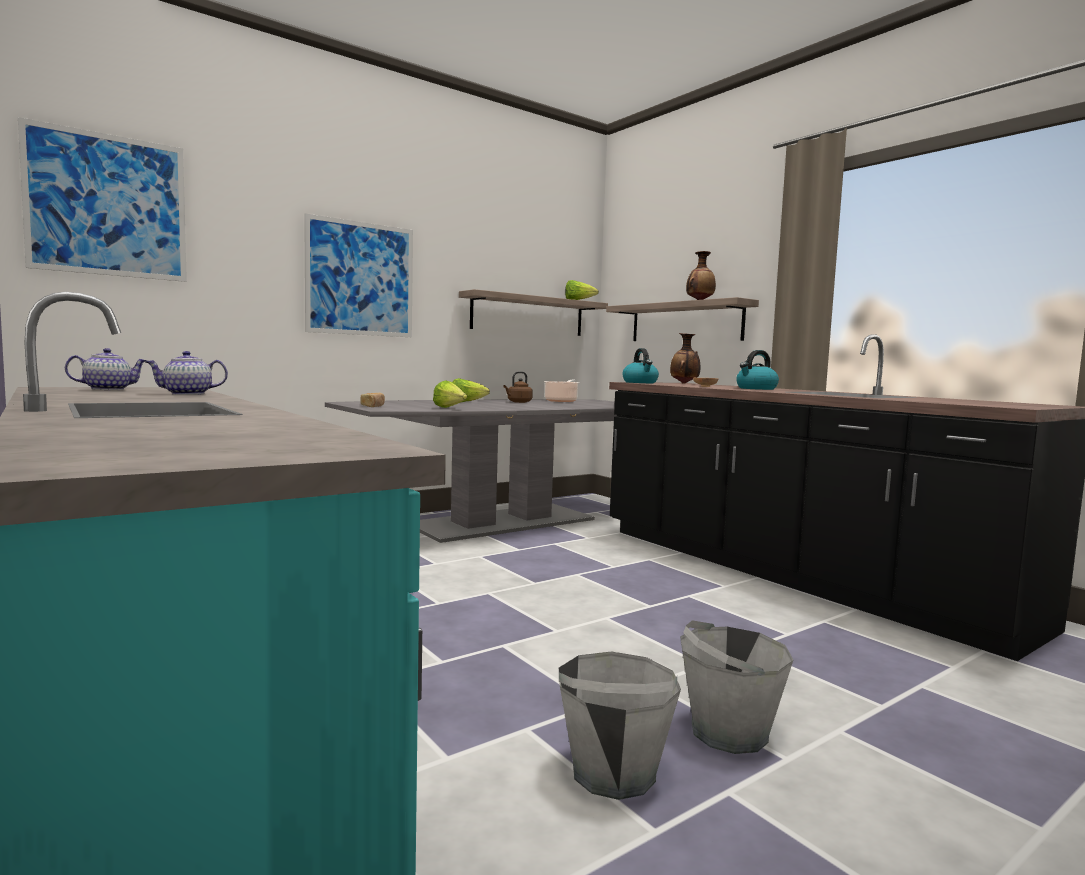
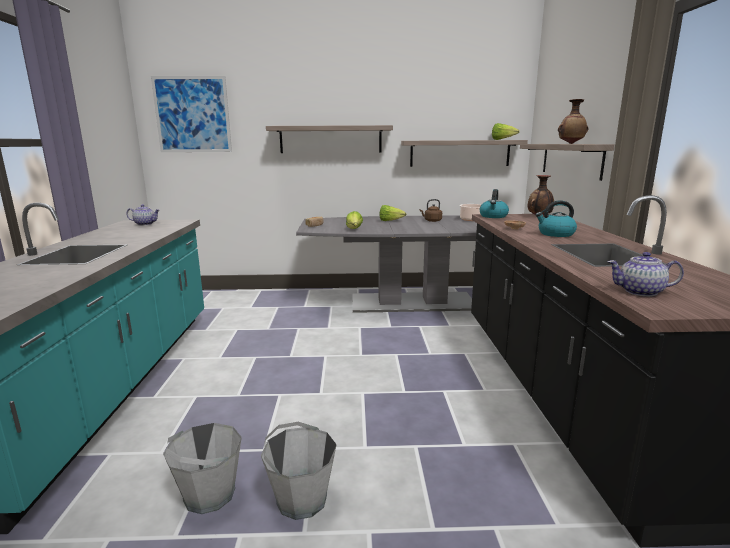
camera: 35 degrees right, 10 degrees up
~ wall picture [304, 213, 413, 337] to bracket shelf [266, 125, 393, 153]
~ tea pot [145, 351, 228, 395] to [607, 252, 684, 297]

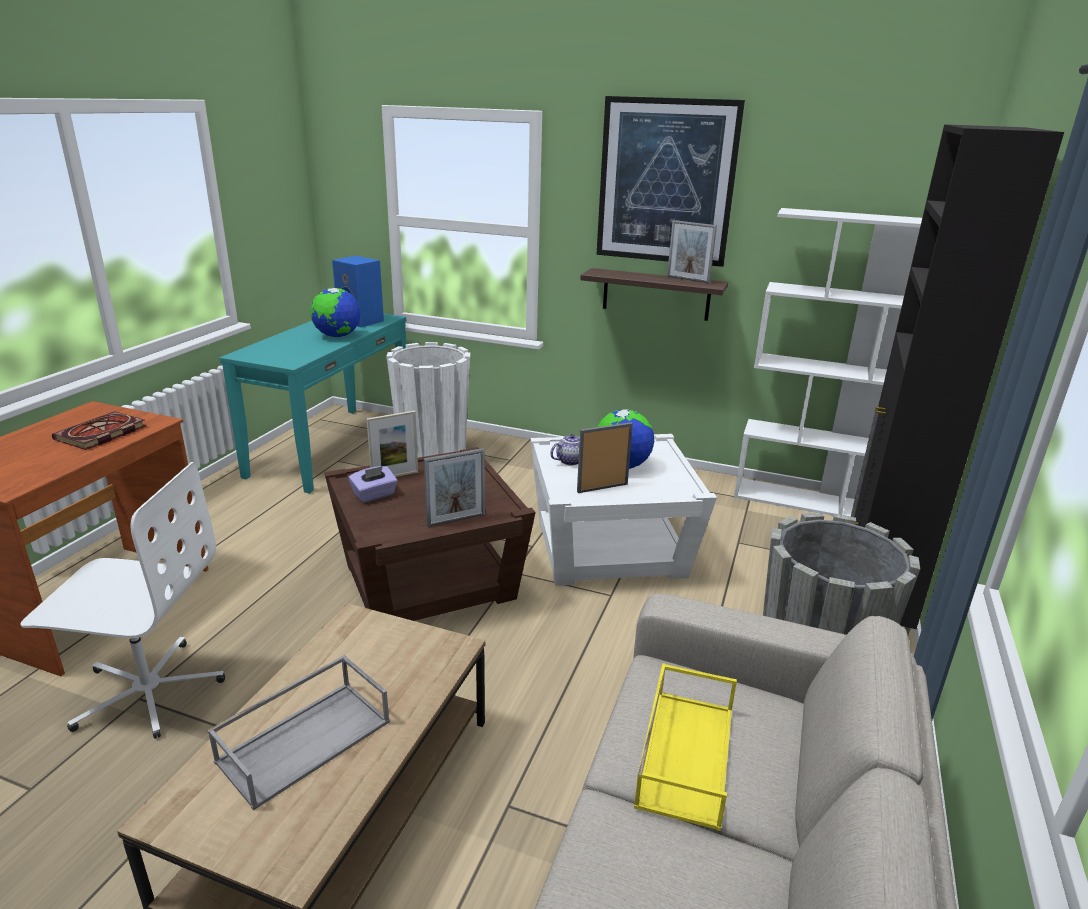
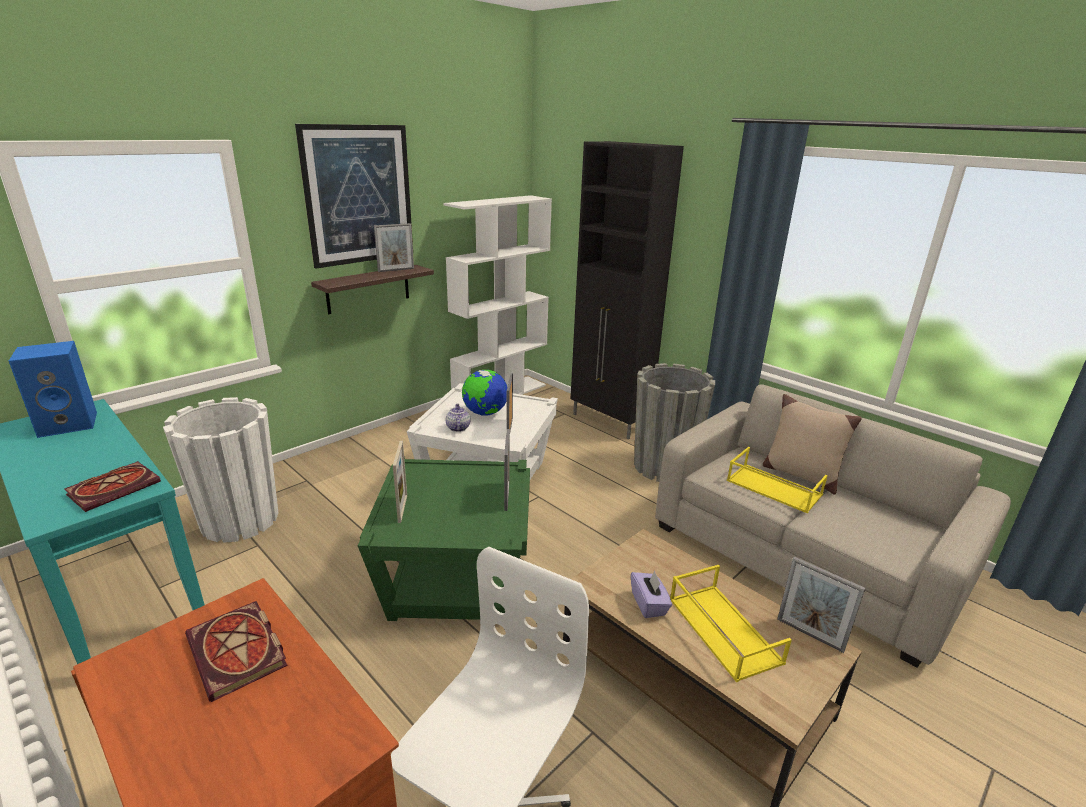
camera: 65 degrees left, 0 degrees up
+ bound book [64, 461, 161, 512]
~ side table in brownish [324, 447, 536, 621] to side table in green [358, 457, 530, 621]
~ tissue holder in purple-coloured [349, 466, 397, 503] to [631, 570, 672, 618]
~ tray in greyish [207, 655, 390, 810] to tray in yellow [670, 565, 792, 682]
+ pillow in beige-coloured [763, 394, 862, 495]
+ photo frame [777, 557, 865, 653]
- world globe [310, 288, 361, 337]

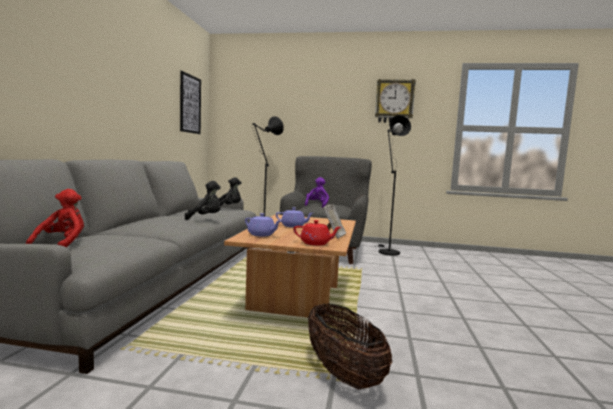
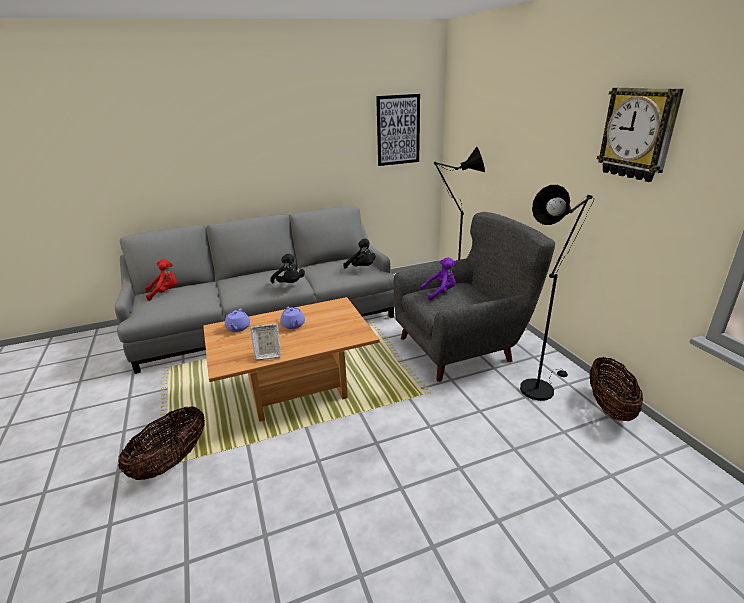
camera: 60 degrees right, 20 degrees up
+ storage basket [590, 357, 643, 421]
- tea pot in red [294, 220, 341, 245]

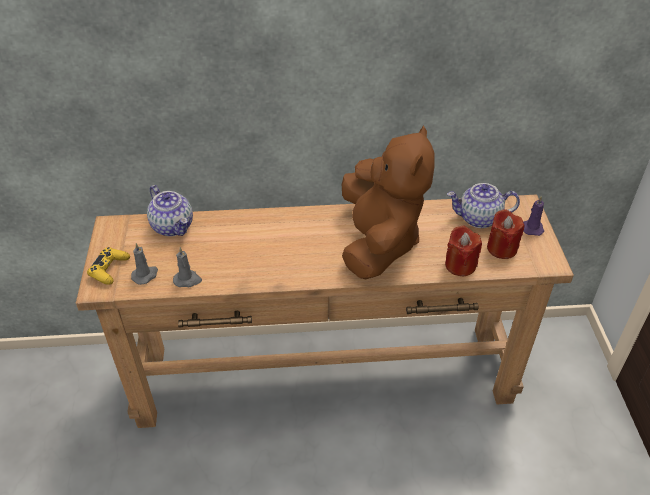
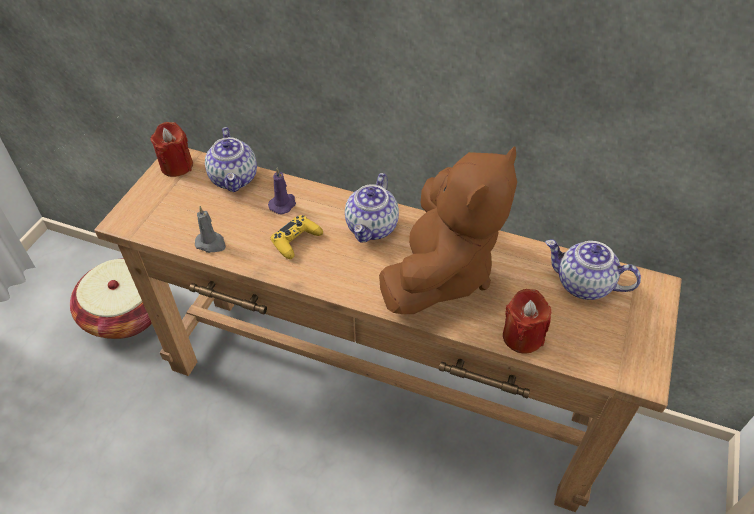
camera: 25 degrees right, 5 degrees up
+ storage basket [70, 258, 152, 339]
~ wax light in red [487, 209, 524, 259] to [150, 122, 193, 177]
~ wax light in purple-coloured [523, 196, 544, 236] to [268, 168, 296, 214]
~ gamepad in yellow [87, 247, 130, 285] to [271, 215, 323, 259]
+ tea pot [345, 173, 399, 243]
- wax light in greyish [131, 243, 158, 285]

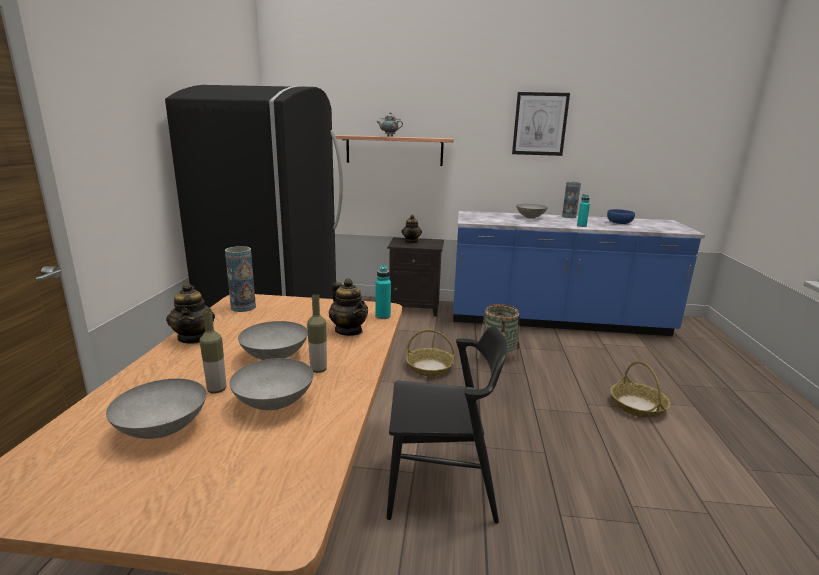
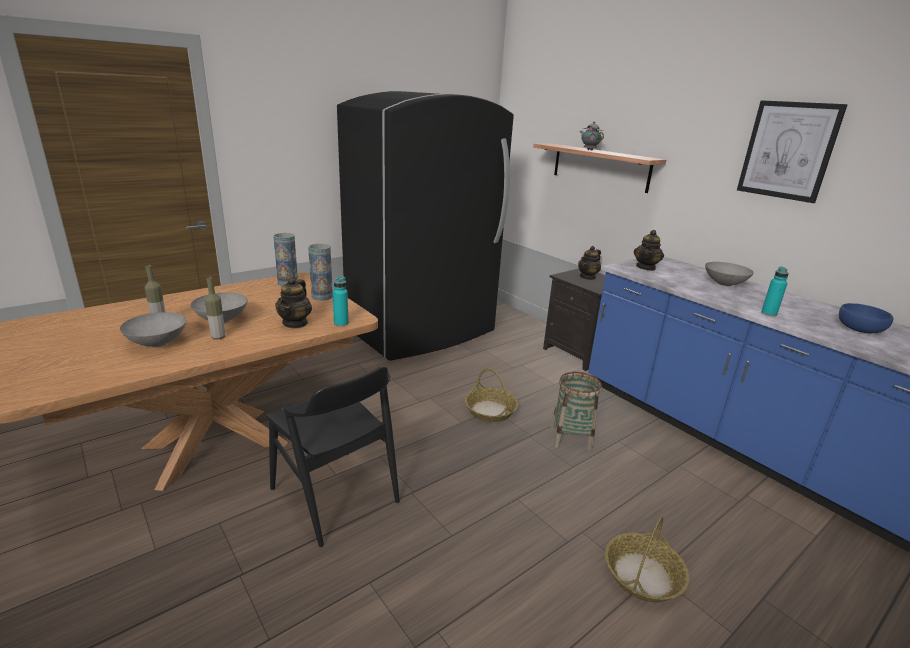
camera: 45 degrees right, 5 degrees up
~ vase [562, 182, 581, 218] to [308, 244, 333, 301]
~ tea pot [166, 283, 215, 344] to [634, 230, 664, 271]
- serving bowl in greyish [106, 379, 206, 439]

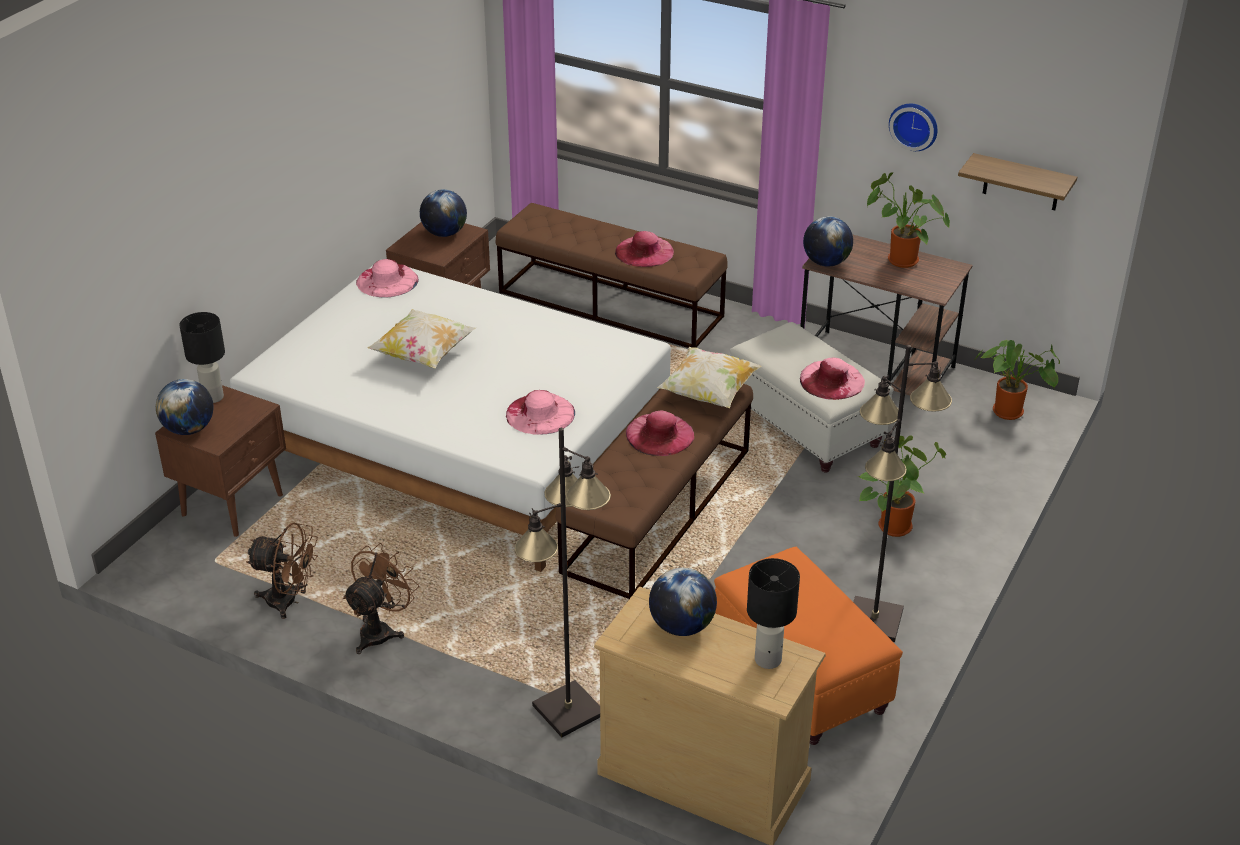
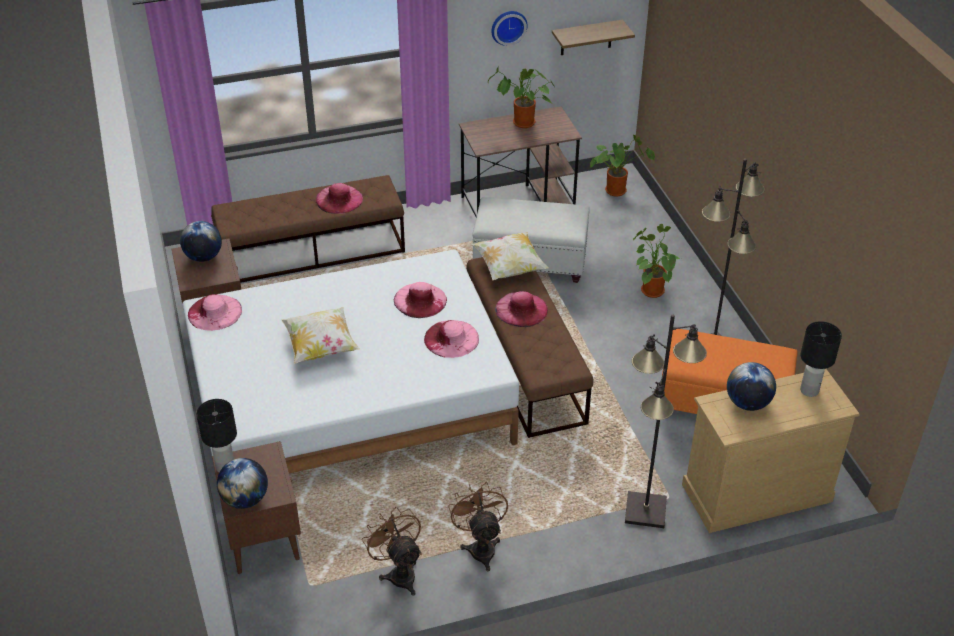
camera: 45 degrees left, 5 degrees up
~ electric fan in brownish [246, 523, 318, 619] = [362, 507, 422, 596] 90 degrees counterclockwise
~ wearable hat in pink [800, 358, 865, 400] to [394, 282, 447, 318]
- world globe [803, 216, 853, 267]

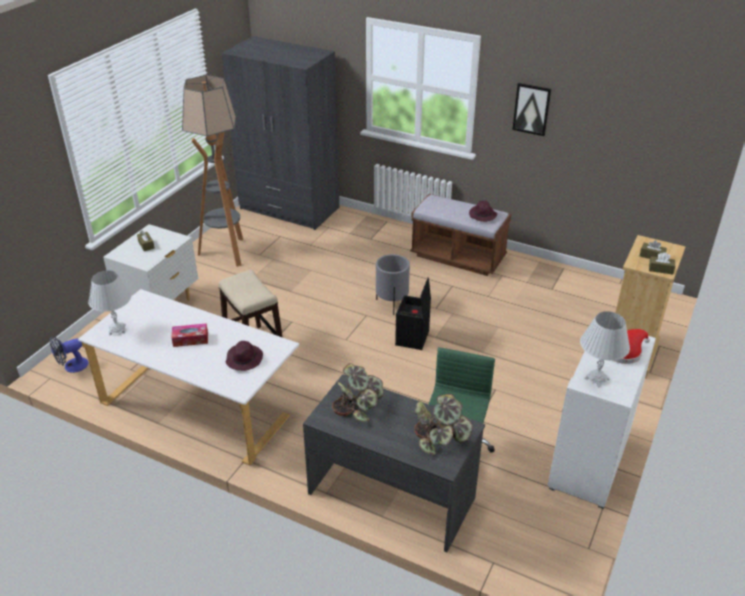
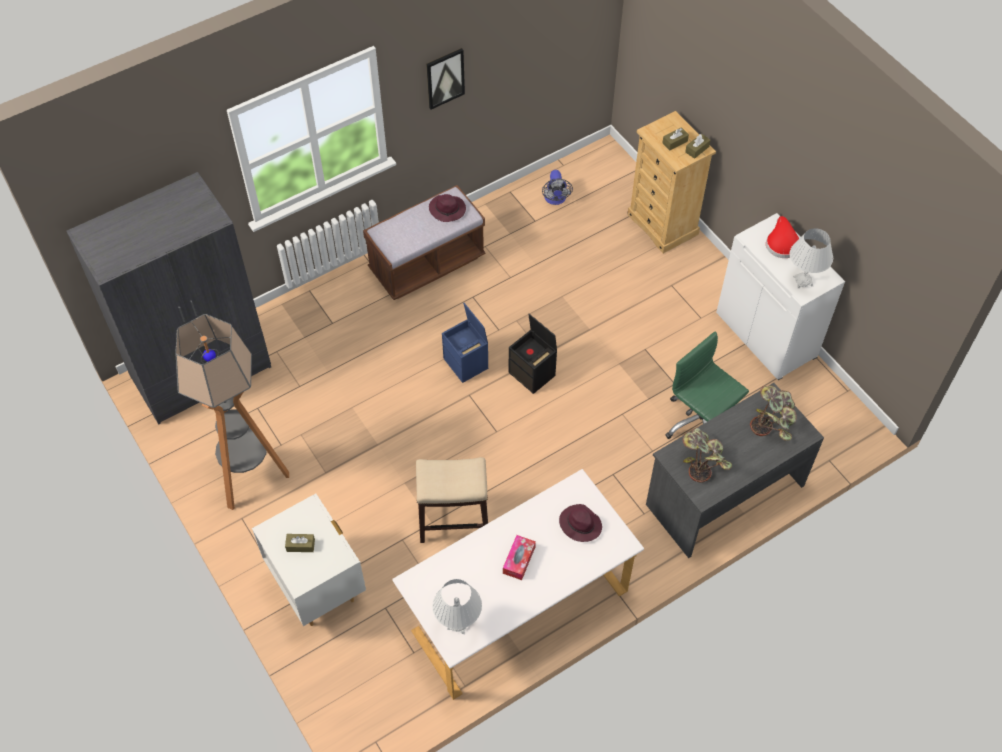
camera: 60 degrees left, 20 degrees up
~ plant pot in greyish [376, 254, 410, 315] to storage container in blue [442, 303, 488, 383]
~ electric fan [50, 336, 89, 373] to [542, 170, 573, 205]

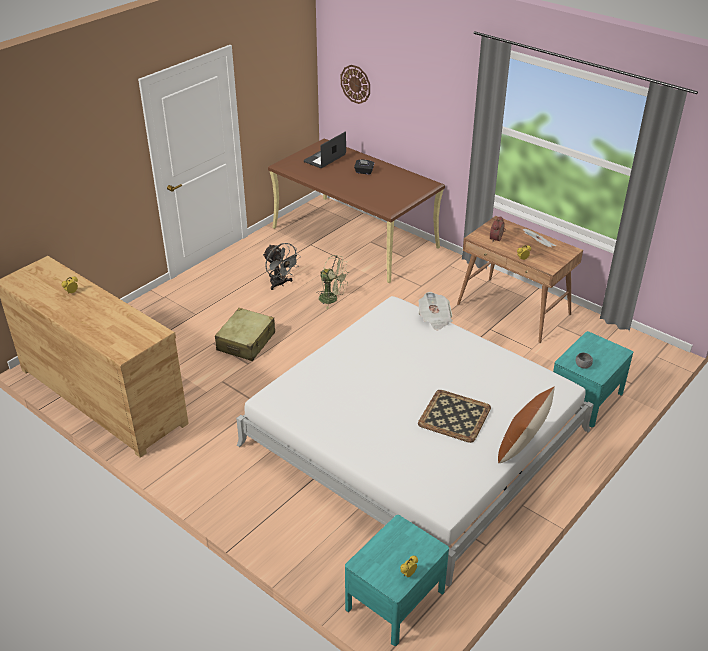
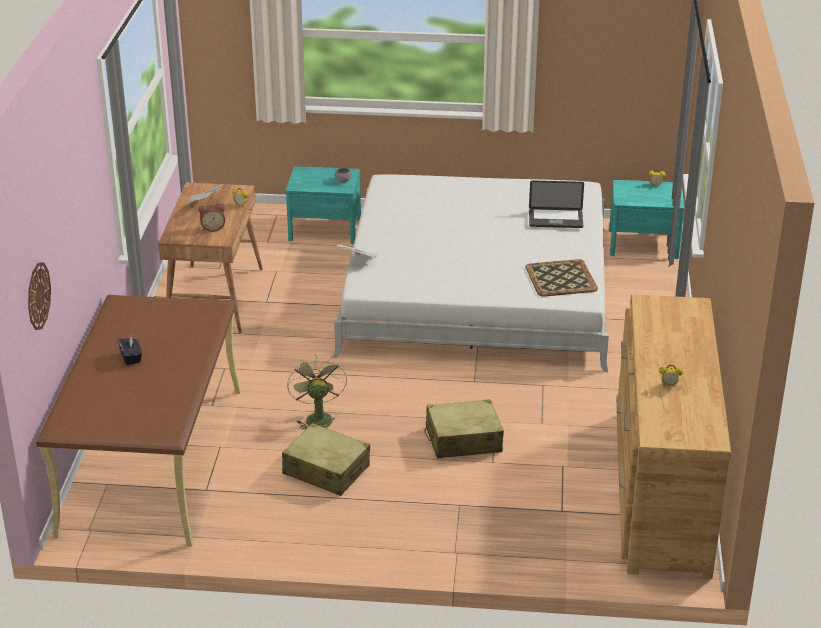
camera: 125 degrees left, 5 degrees down
~ electric fan in greyish [263, 243, 301, 290] to piece of luggage in beige-coloured [282, 423, 370, 496]
~ tray [418, 390, 491, 443] to [525, 259, 598, 297]
~ laptop [304, 132, 346, 168] to [529, 180, 584, 228]
- pillow in brownish [498, 386, 555, 463]

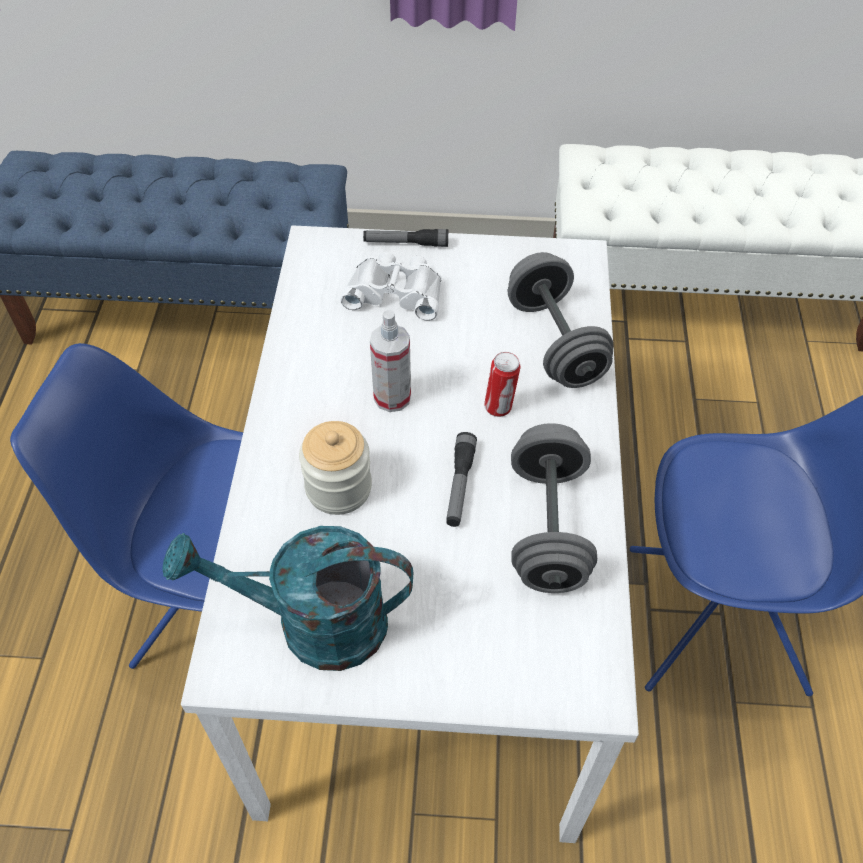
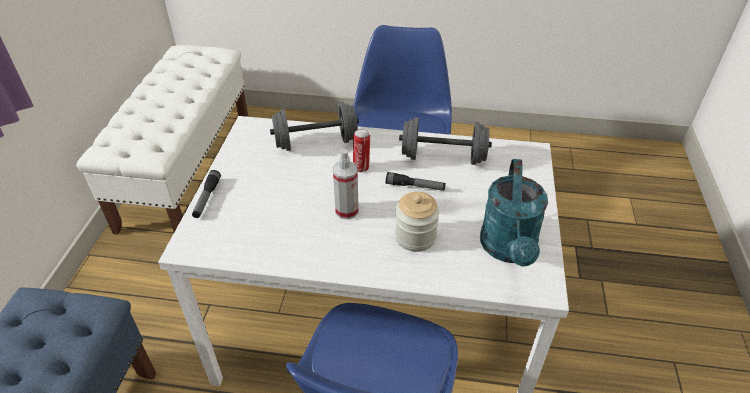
camera: 85 degrees left, 10 degrees down
- field glasses in white-coloured [340, 252, 442, 321]

